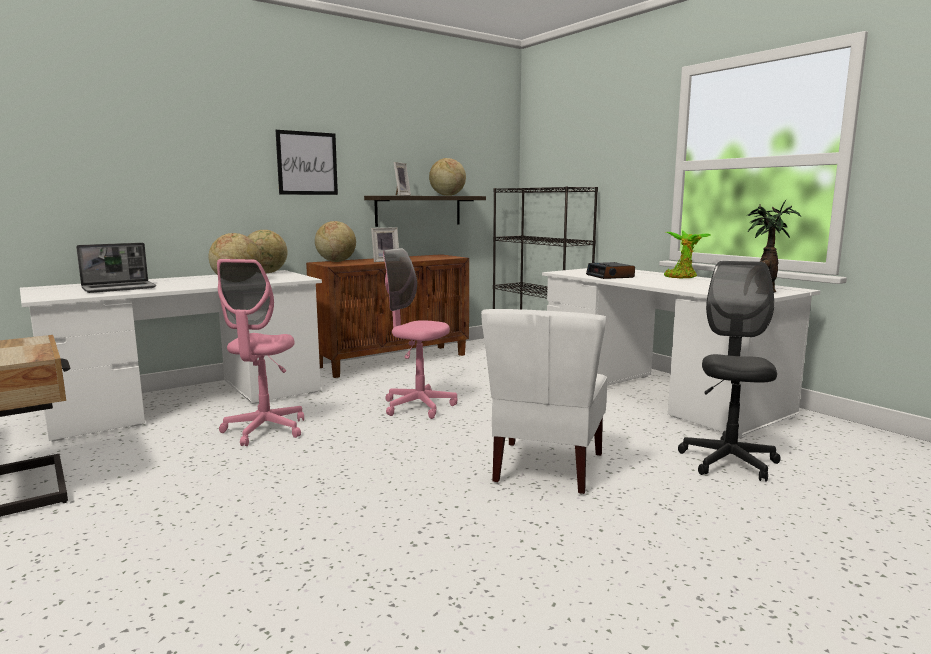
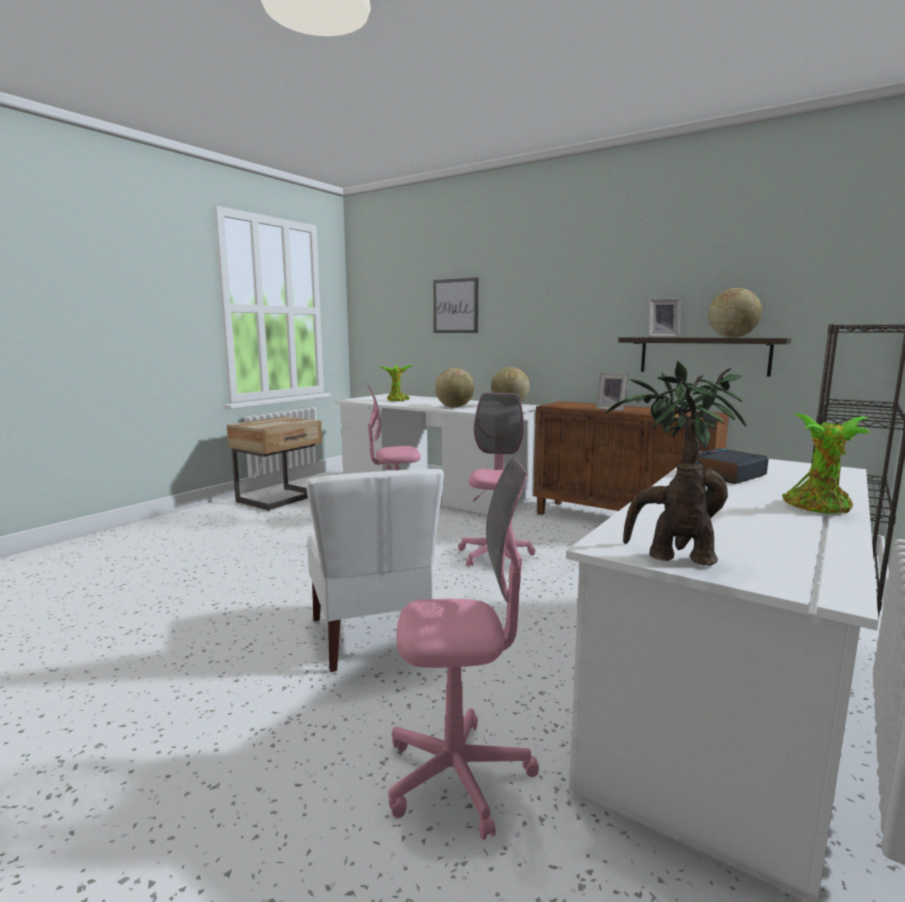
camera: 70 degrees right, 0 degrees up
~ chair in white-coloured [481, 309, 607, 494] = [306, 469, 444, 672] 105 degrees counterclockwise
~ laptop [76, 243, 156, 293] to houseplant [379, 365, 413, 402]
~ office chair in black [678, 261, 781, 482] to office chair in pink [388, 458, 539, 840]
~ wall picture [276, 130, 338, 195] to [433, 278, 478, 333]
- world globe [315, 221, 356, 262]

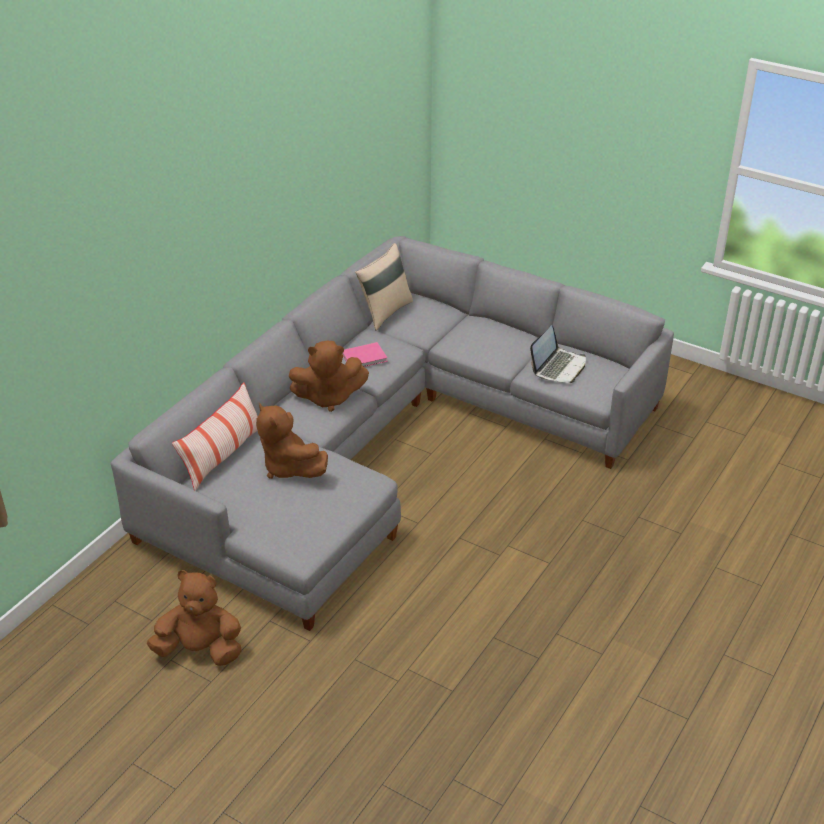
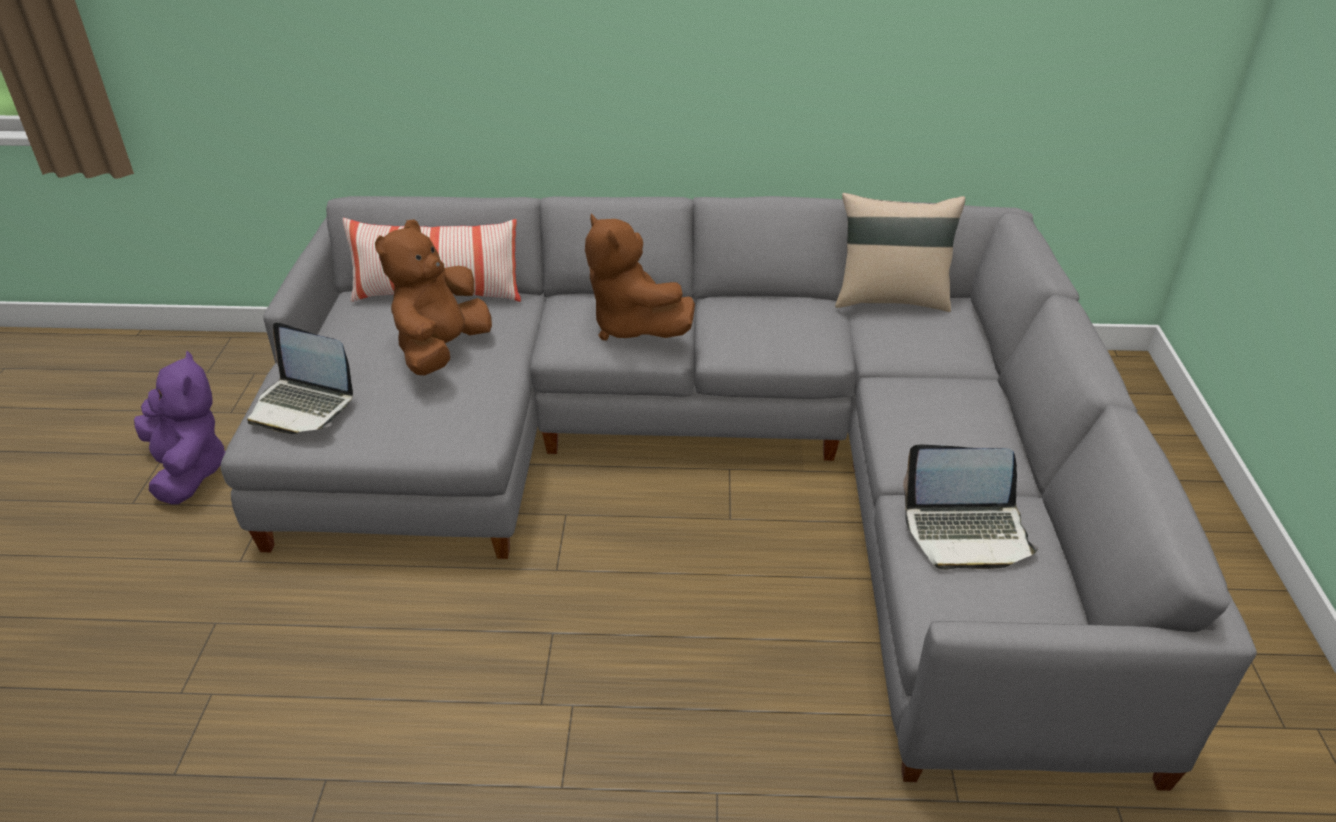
camera: 60 degrees right, 0 degrees up
~ soft toy in brownish [147, 570, 242, 666] to soft toy in purple-coloured [134, 351, 226, 504]
+ laptop [247, 322, 353, 434]
- bound book in pink [342, 342, 388, 367]

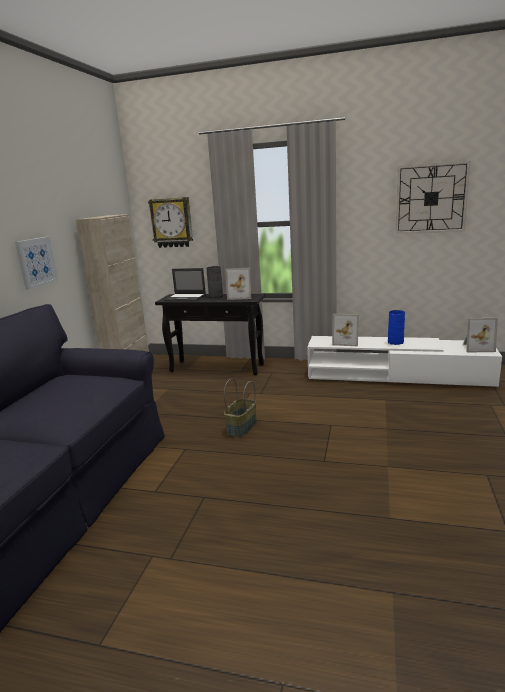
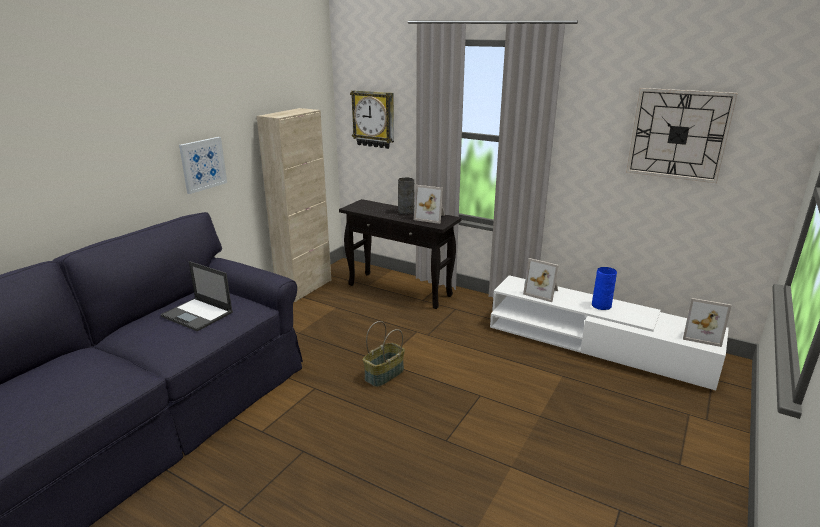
camera: 15 degrees right, 5 degrees up
~ laptop [164, 268, 206, 301] to [160, 261, 233, 331]

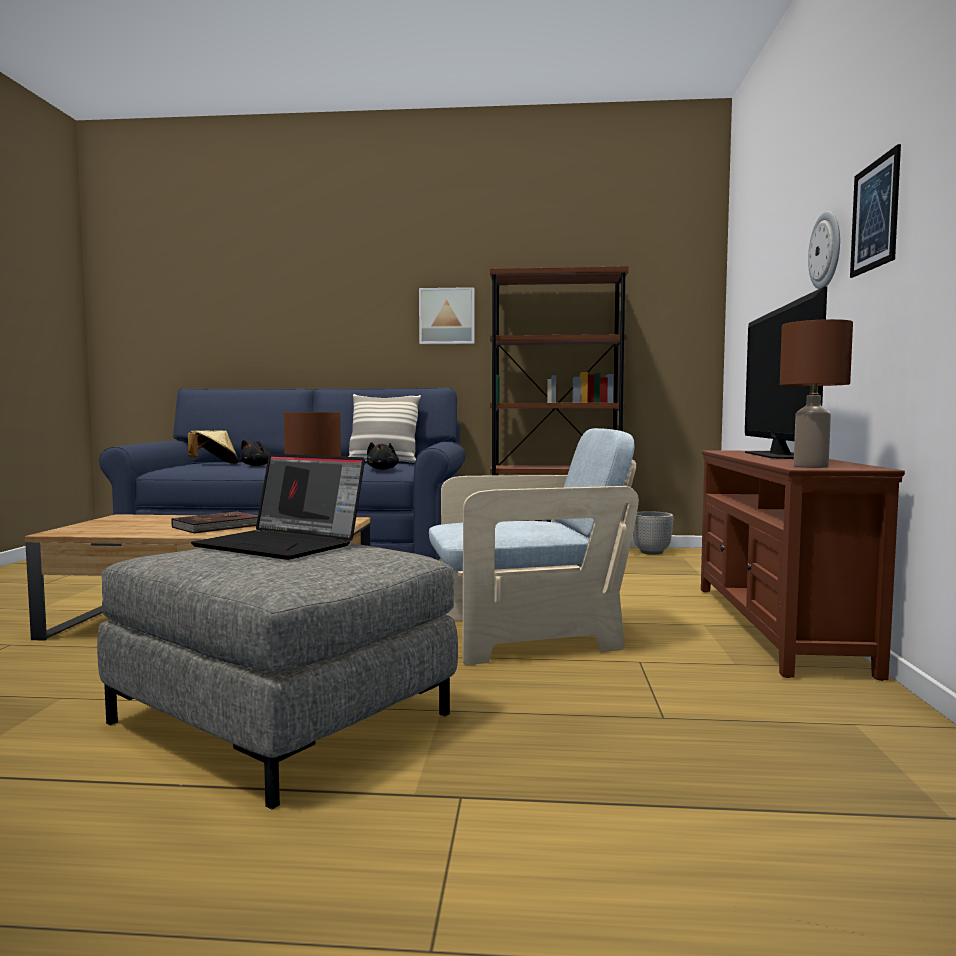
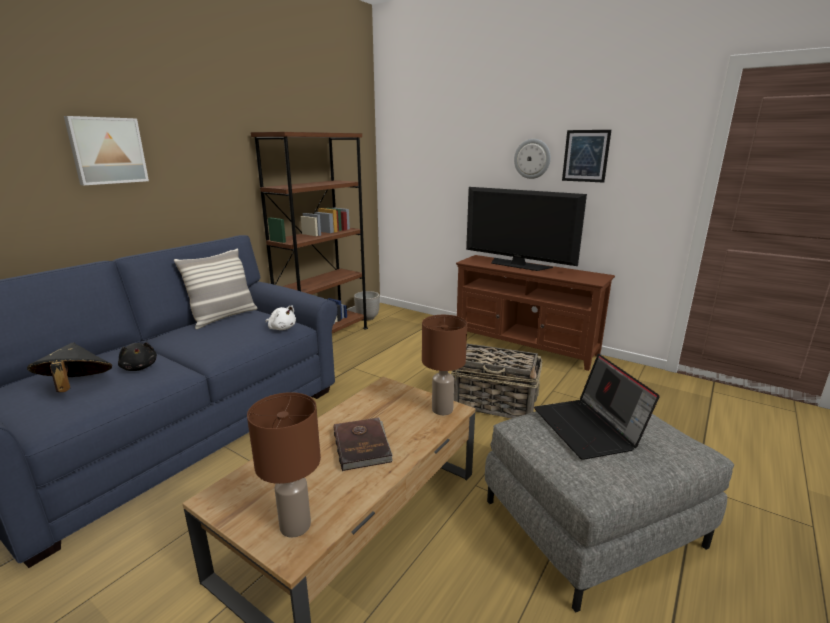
camera: 60 degrees left, 15 degrees up
~ wearable hat in beige-coloured [188, 431, 239, 464] to wearable hat in black [27, 343, 112, 392]
~ wall picture [419, 287, 474, 344] to [64, 116, 149, 185]
~ lamp for a table in brownish [780, 319, 853, 468] to [247, 392, 321, 538]
~ soft toy in black [367, 442, 399, 470] to soft toy in white-coloured [266, 305, 296, 330]
~ easy chair in beige-coloured [429, 428, 639, 665] to storage basket [451, 344, 542, 419]
~ laptop [191, 454, 365, 560] = [534, 354, 660, 460] 105 degrees clockwise

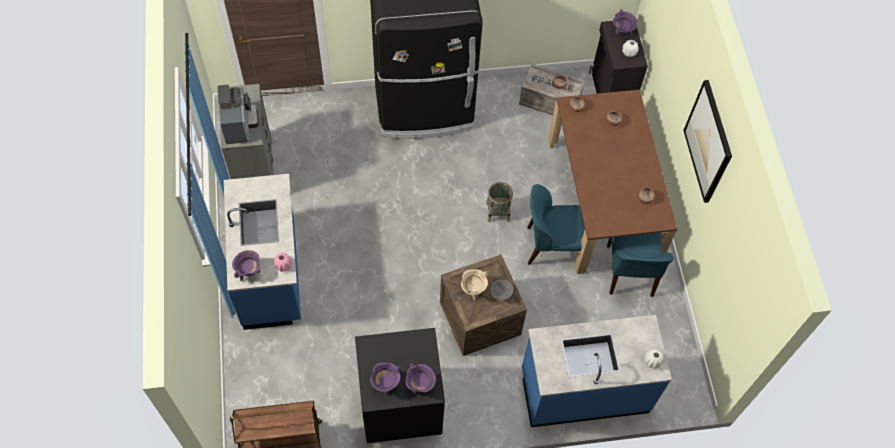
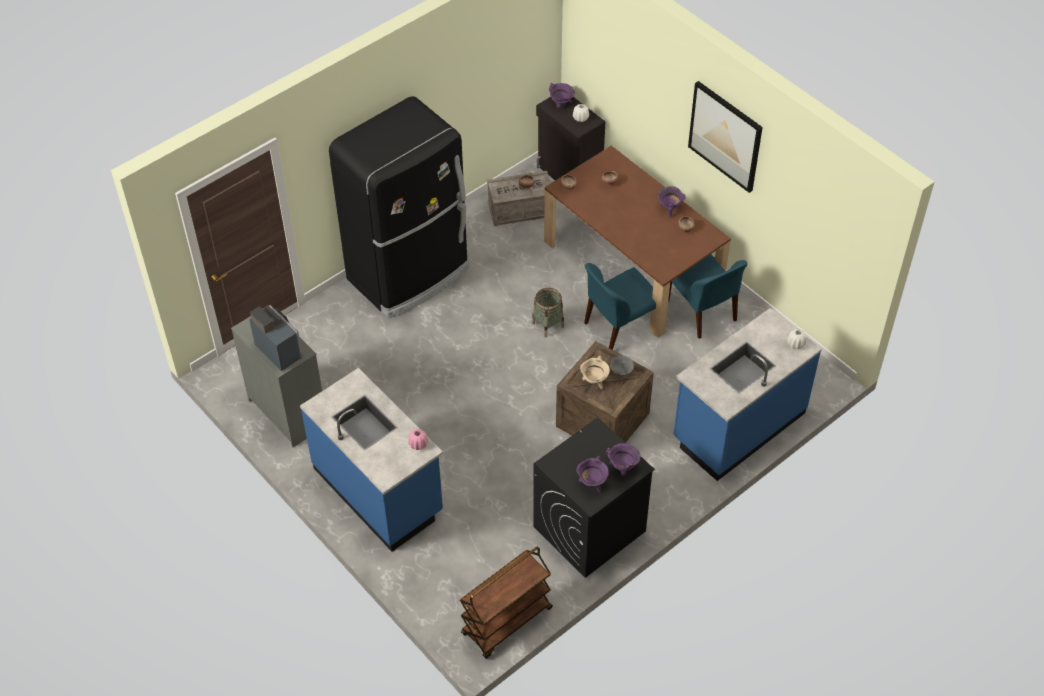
camera: 30 degrees left, 10 degrees down
~ saucepot in purple-coloured [232, 250, 260, 281] to [658, 186, 686, 218]

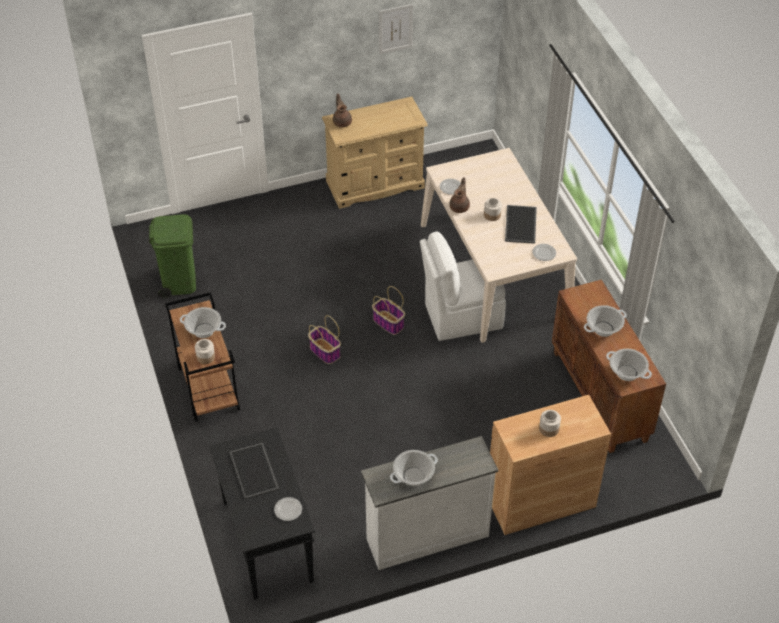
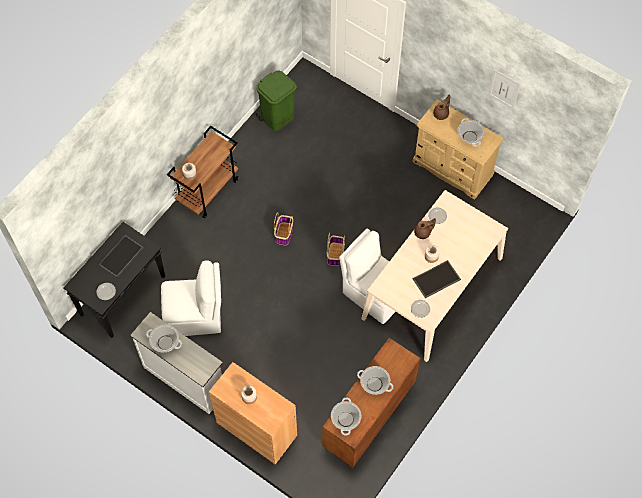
camera: 55 degrees right, 15 degrees up
+ chair in white-coloured [161, 260, 221, 336]
~ saucepot [180, 307, 226, 338] to [457, 118, 485, 147]

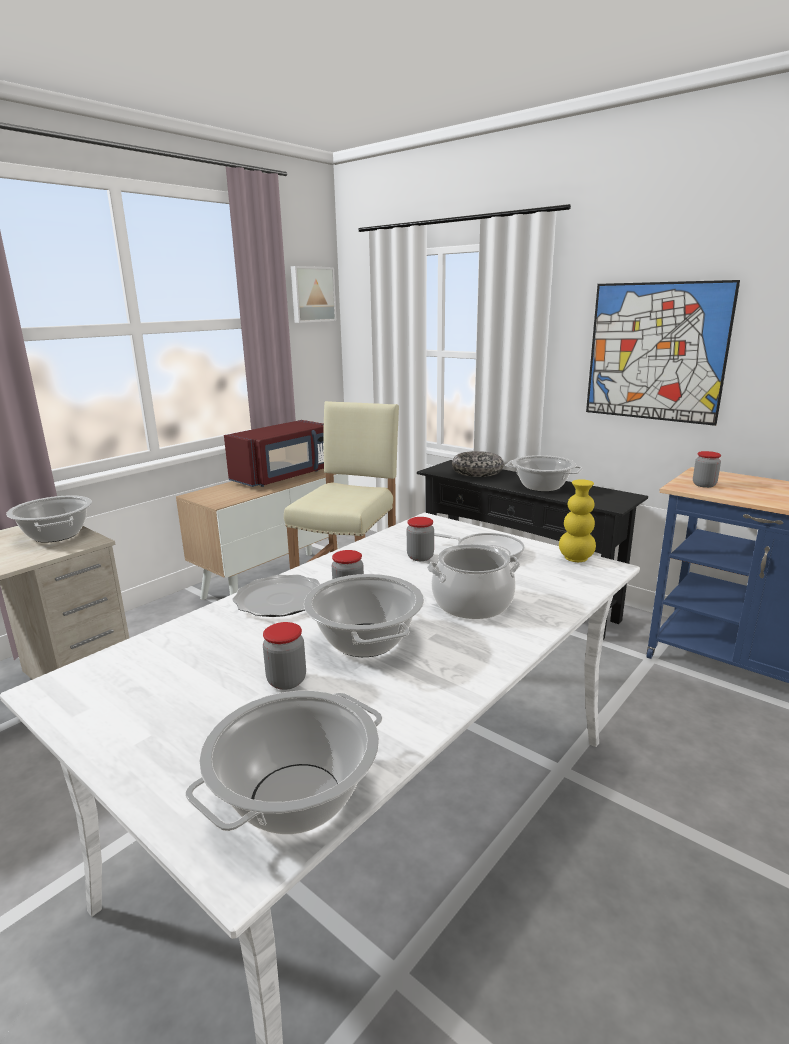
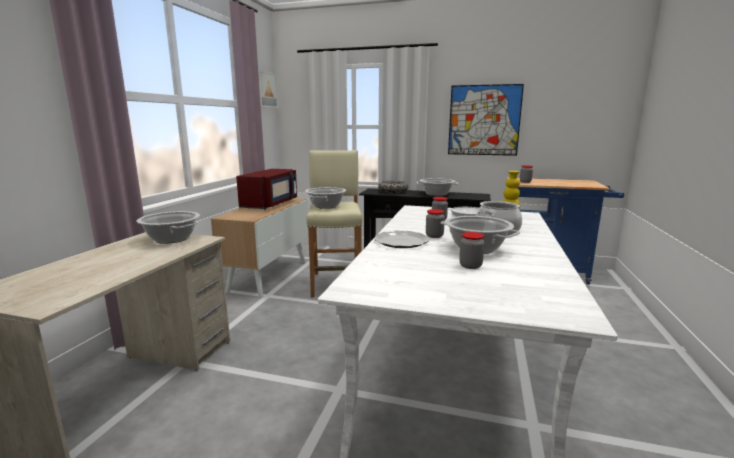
camera: 25 degrees left, 5 degrees down
~ saucepot [185, 691, 382, 835] to [305, 187, 346, 209]

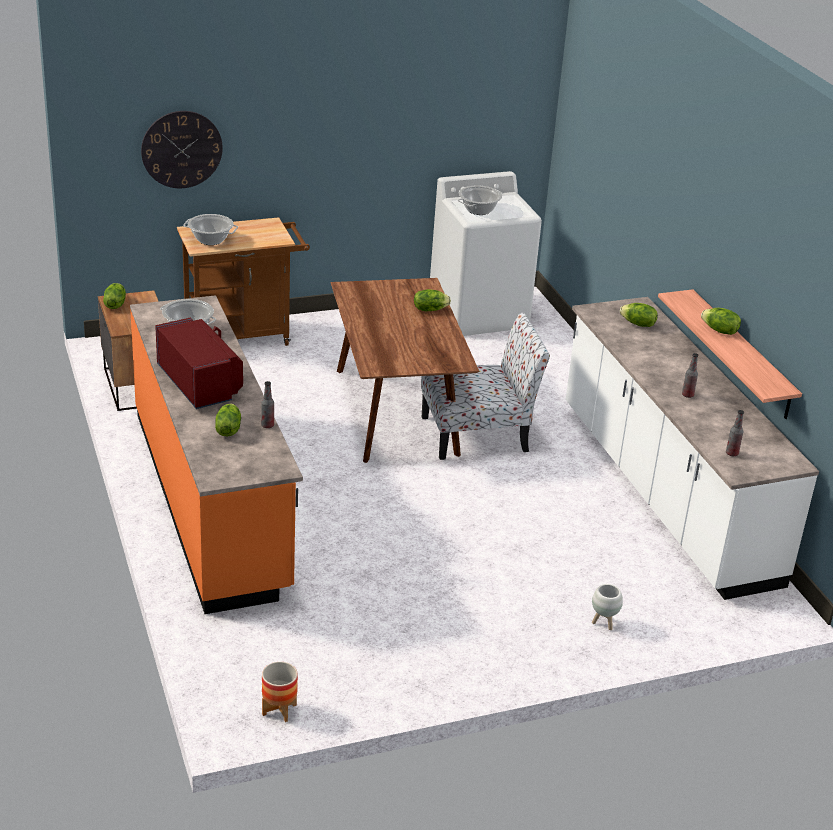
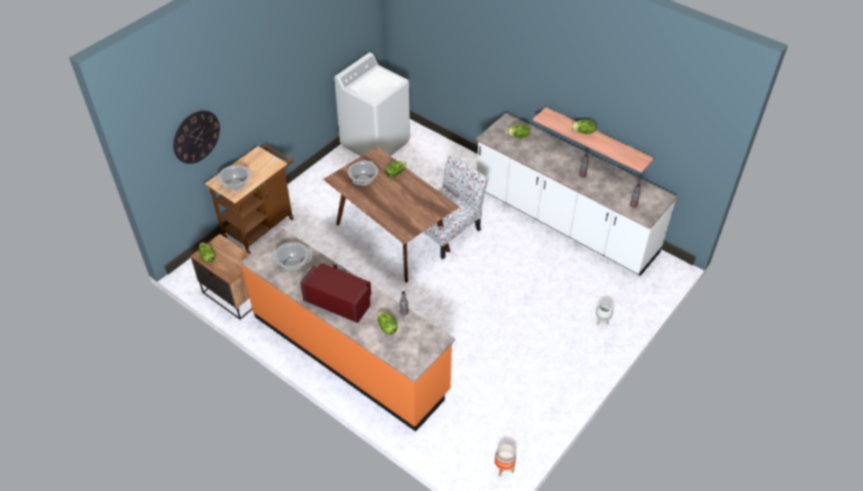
camera: 30 degrees left, 15 degrees up
~ saucepot [458, 185, 503, 215] to [348, 160, 378, 185]

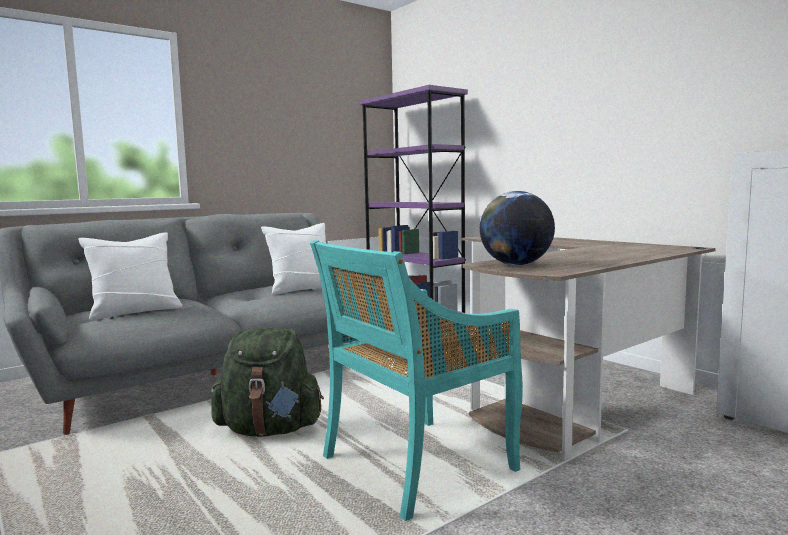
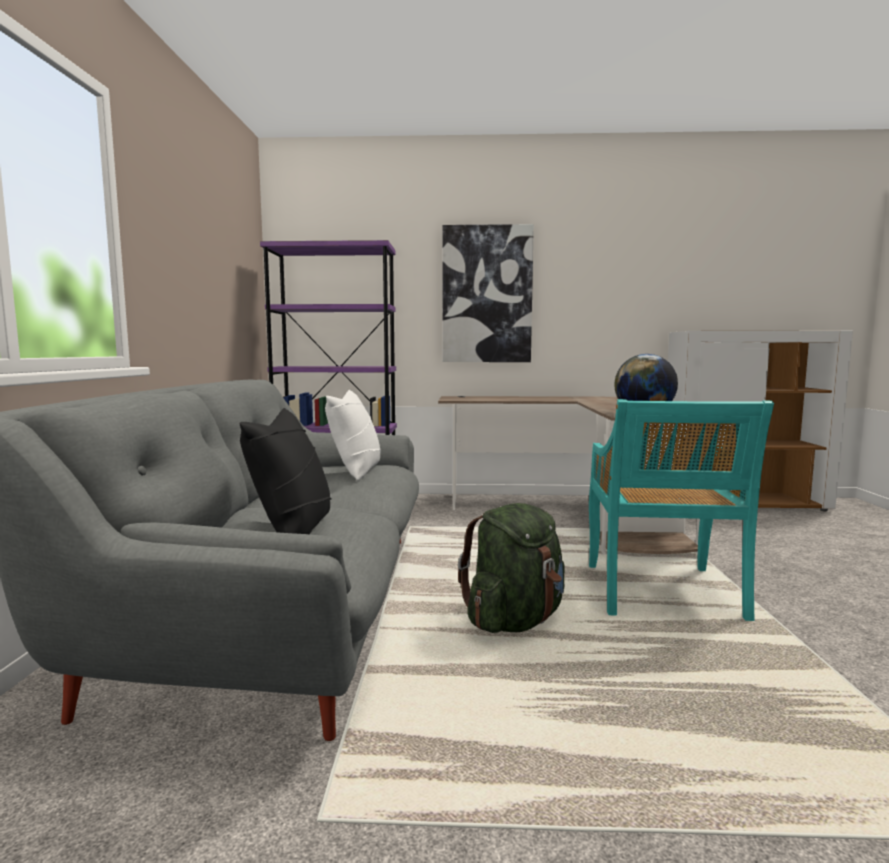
camera: 50 degrees left, 0 degrees up
~ pillow in white-coloured [78, 232, 182, 320] to pillow in black [240, 408, 332, 534]
+ wall picture [442, 224, 534, 362]

